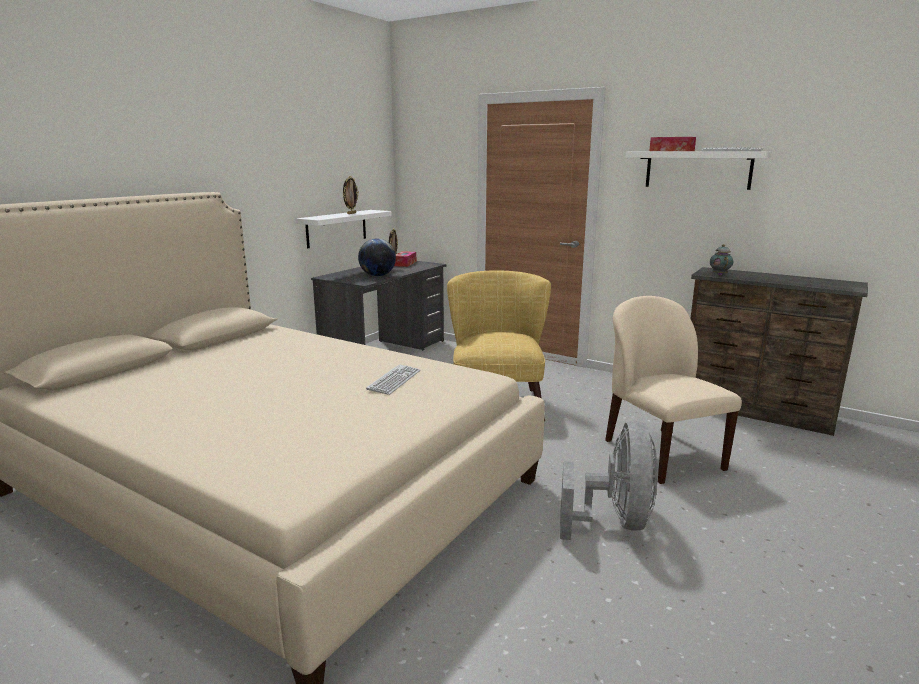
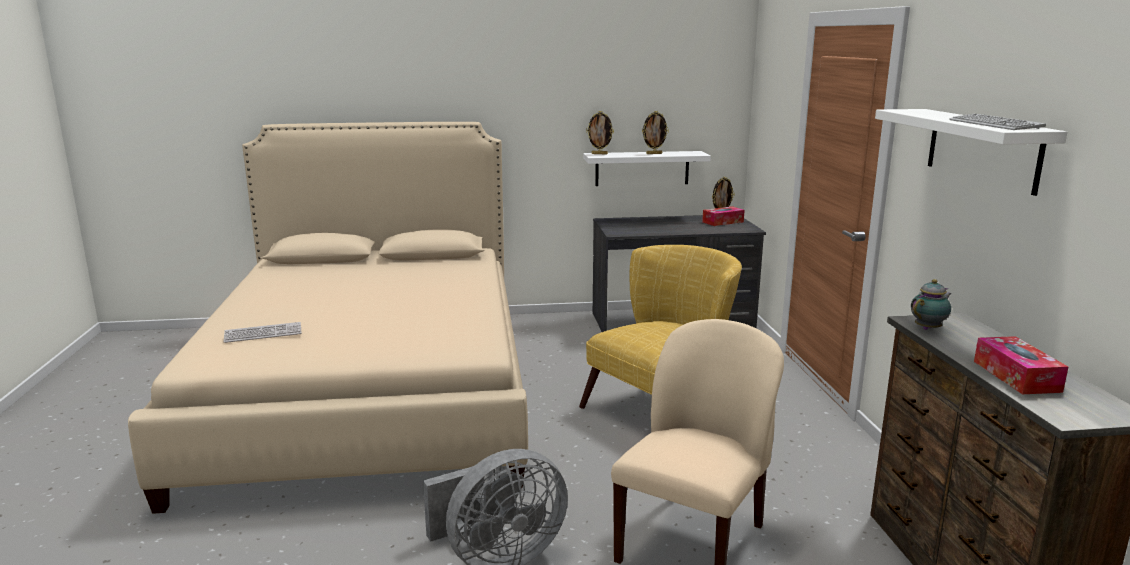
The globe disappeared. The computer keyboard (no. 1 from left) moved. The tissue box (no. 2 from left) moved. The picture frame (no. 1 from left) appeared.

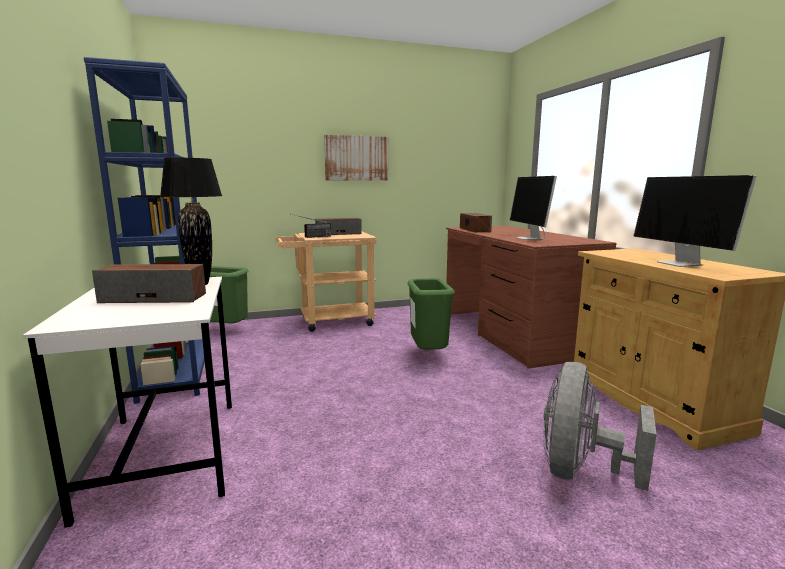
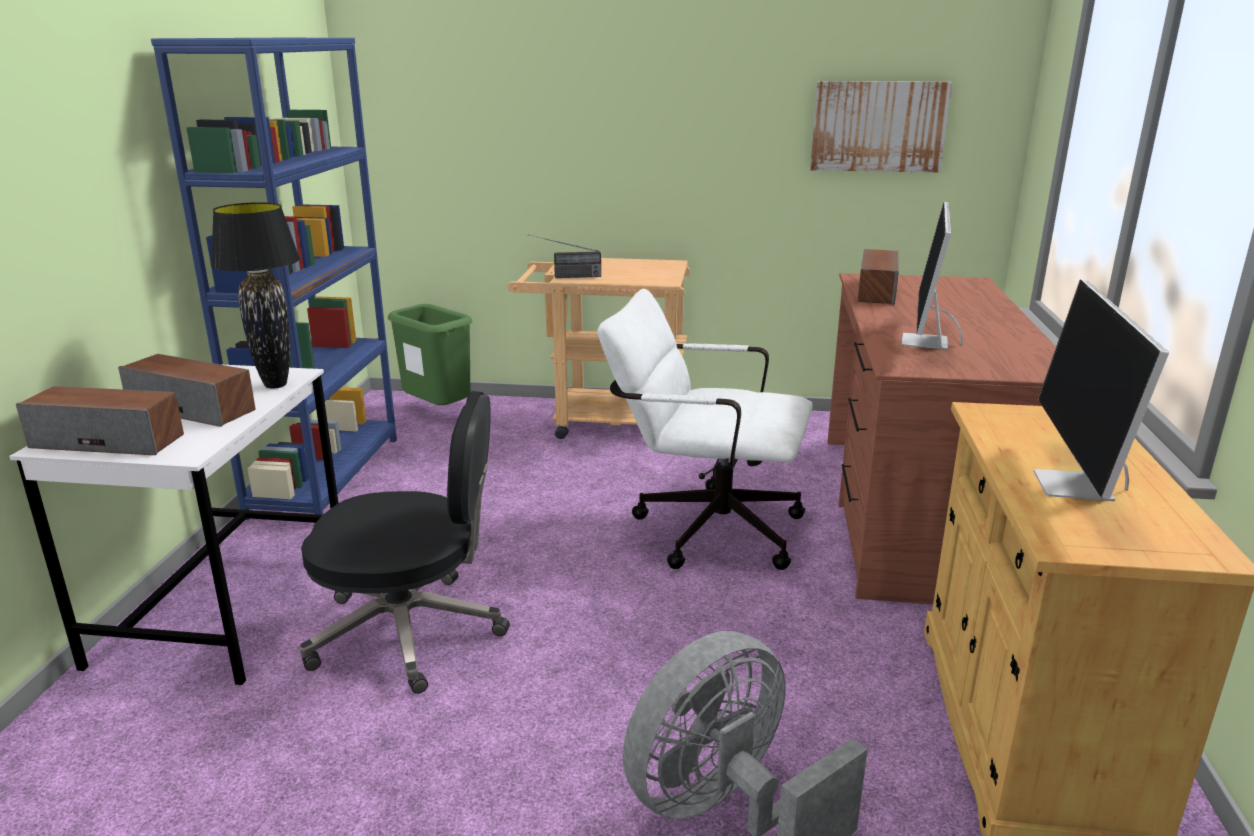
The speaker (no. 2 from left in the first image) moved. The wall art moved. The green trash can (no. 2 from left) was replaced by the white computer chair. The blackish computer chair appeared.

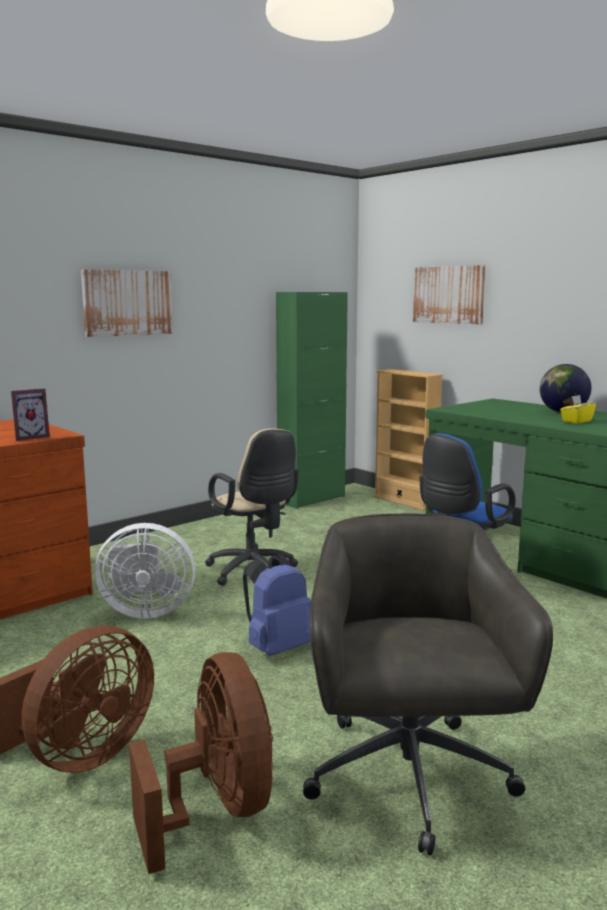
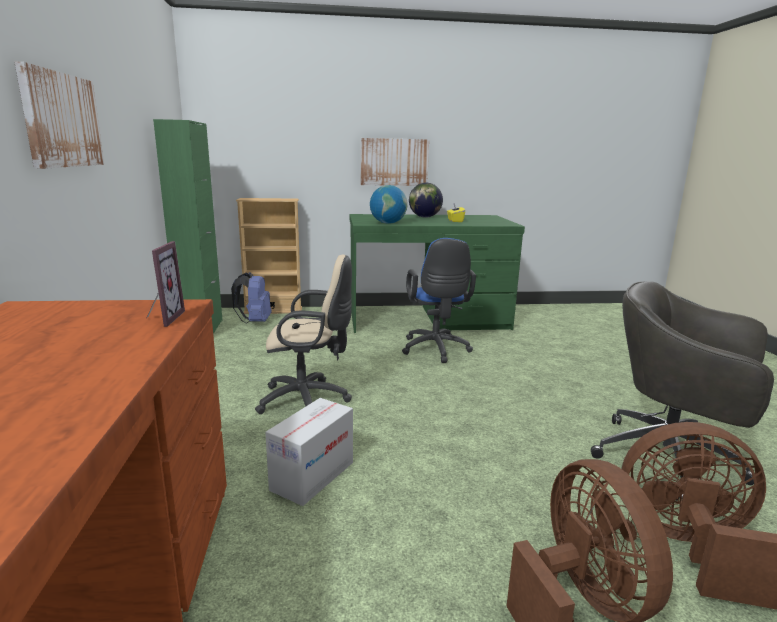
The white cooling fan was replaced by the cardboard box. The blue backpack moved. The wall art (no. 2 from left) moved. The globe (no. 1 from left) appeared.

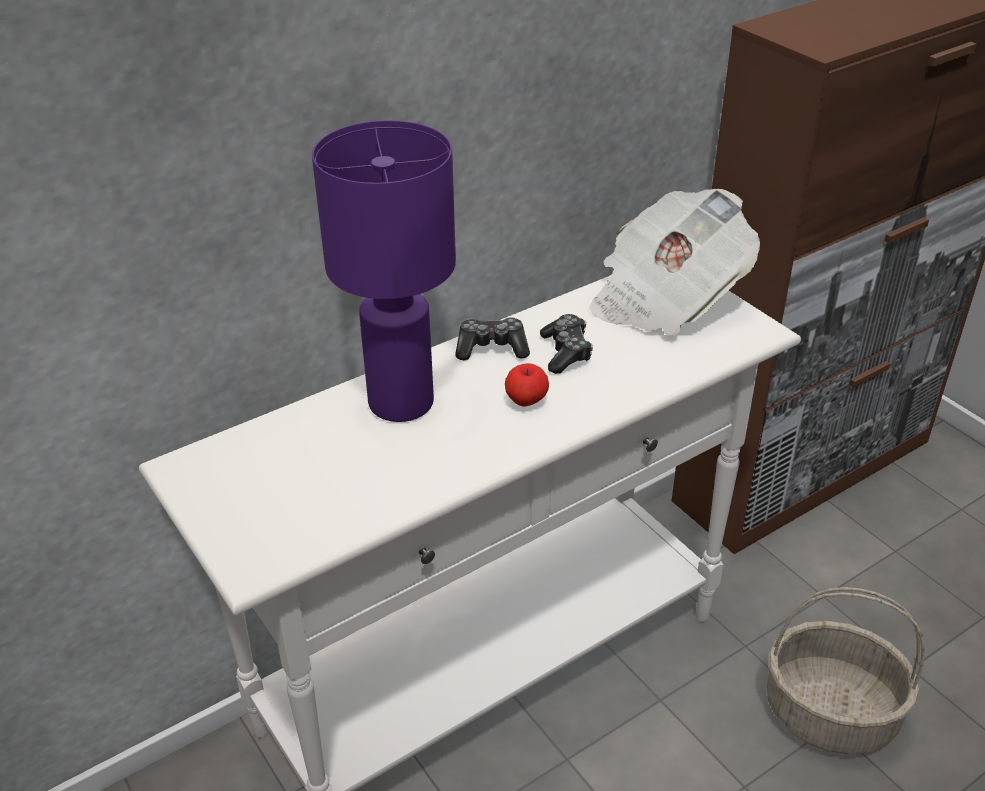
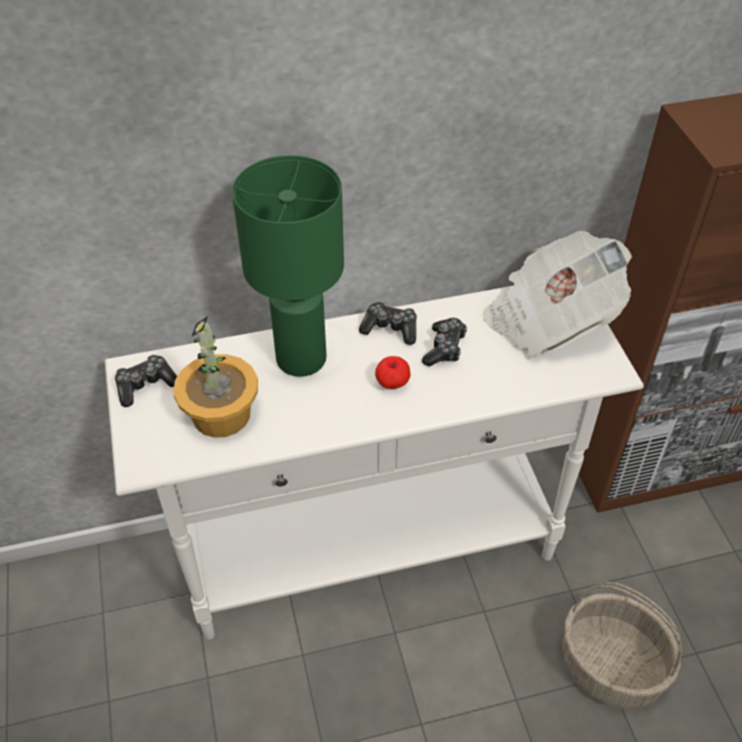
The purple-coloured lamp for a table became the green lamp for a table. The gamepad (no. 1 from left) appeared. The houseplant appeared.

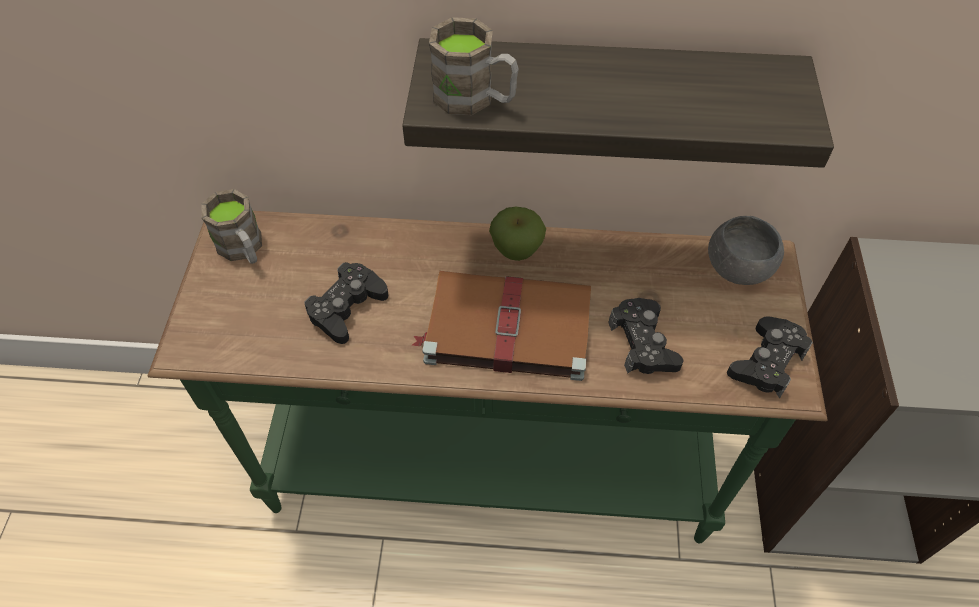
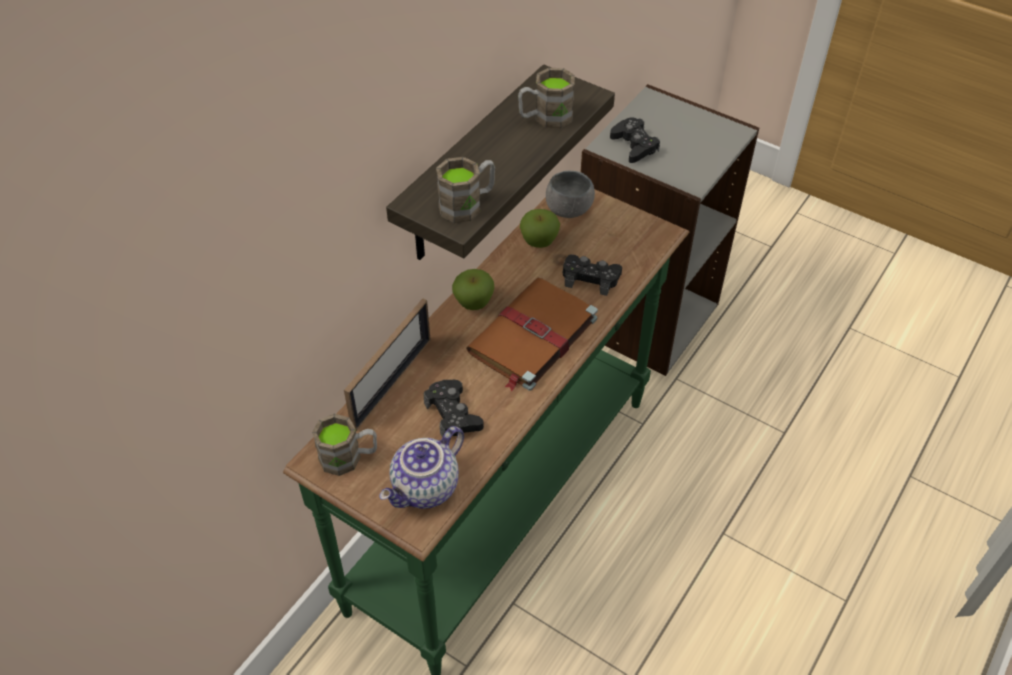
The blackish gamepad (no. 3 from left) moved. The picture frame appeared. The teapot appeared. The brown-coloured tea mug (no. 3 from left) appeared. The whole apple (no. 2 from left) appeared.

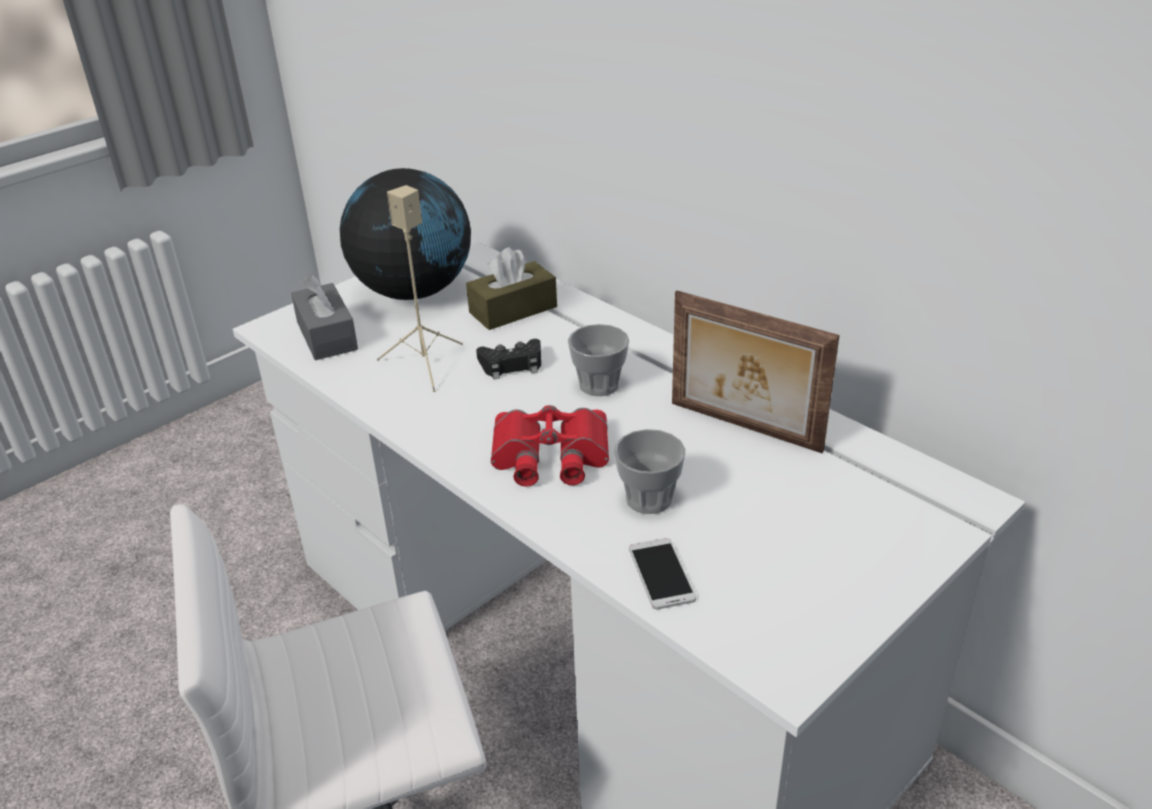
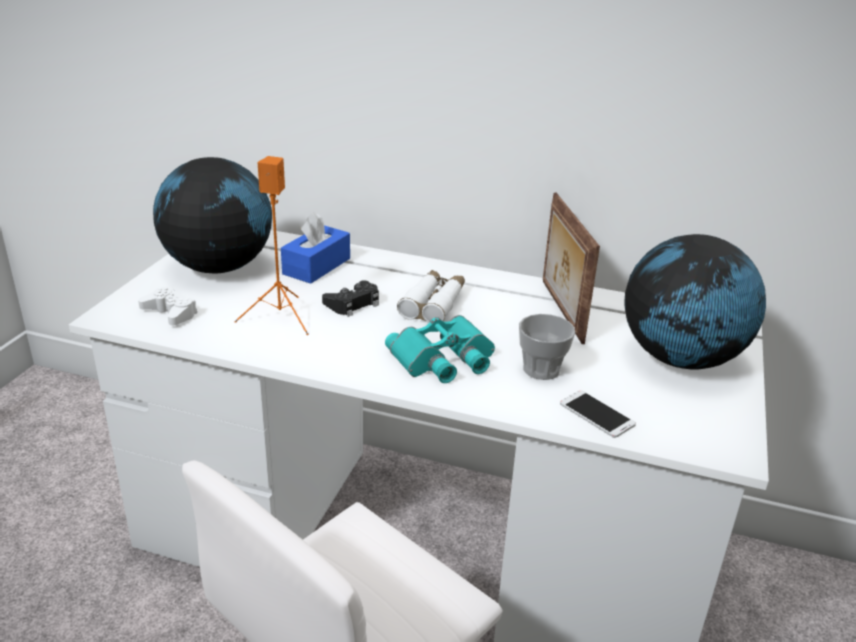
The grey tissue box was replaced by the white gamepad. The beige-coloured speaker became the orange speaker. The brown-coloured tissue box became the blue tissue box. The red field glasses became the turquoise-coloured field glasses. The small cup (no. 1 from left) was replaced by the white field glasses. The picture frame turned 75 degrees clockwise. The globe (no. 2 from left) appeared.

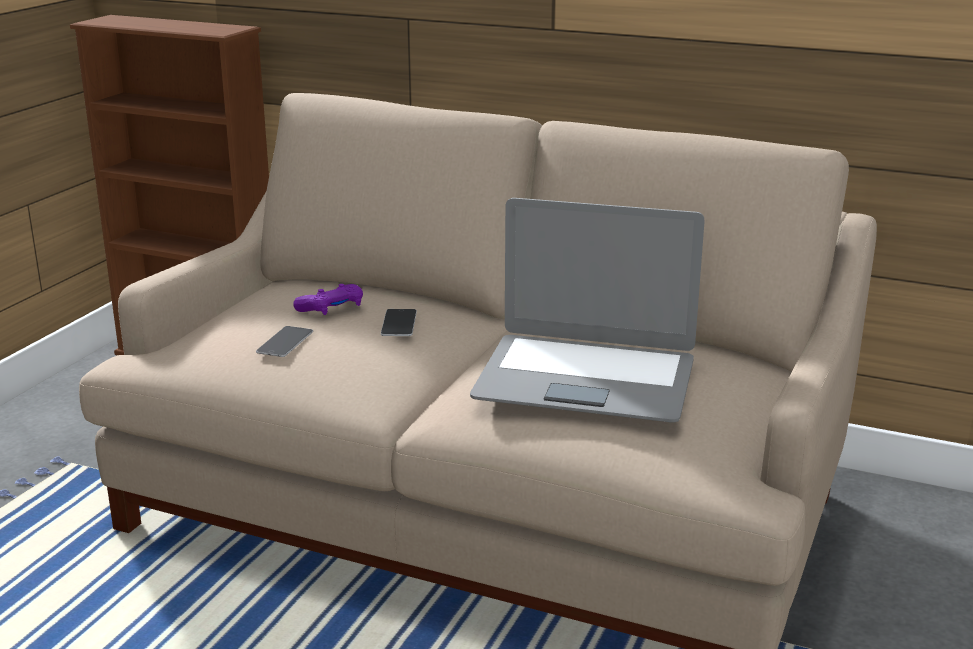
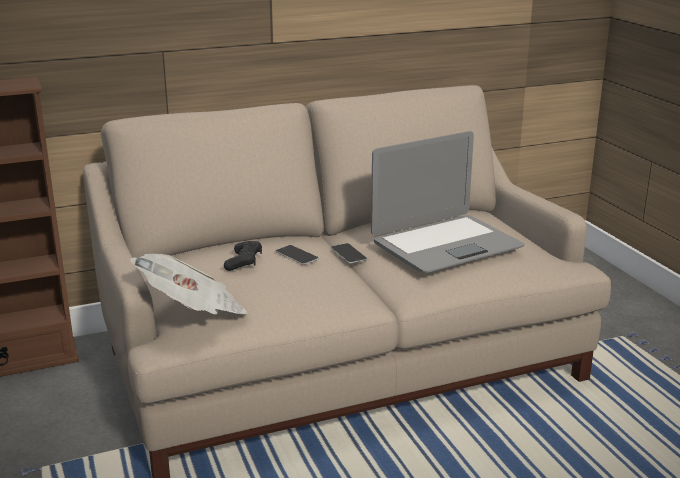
The handset (no. 1 from left in the first image) moved. The purple-coloured gamepad became the blackish gamepad. The daily paper appeared.

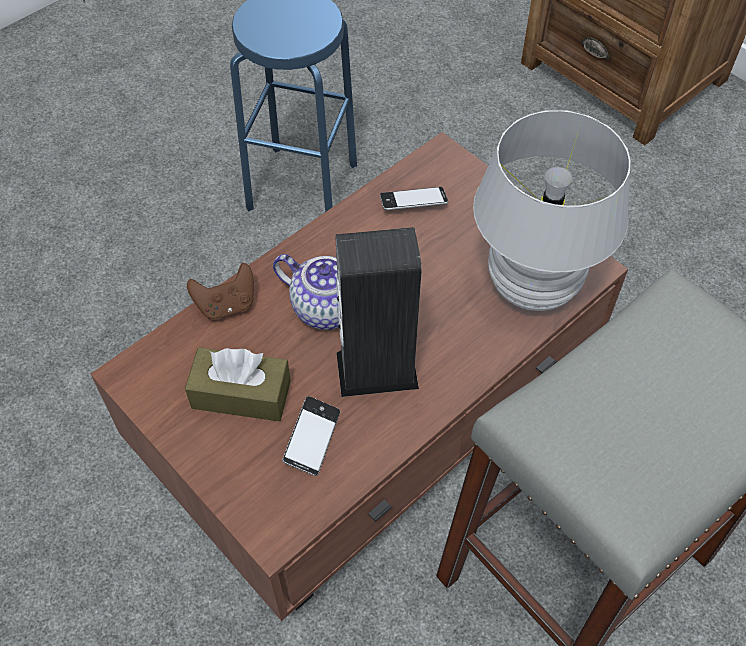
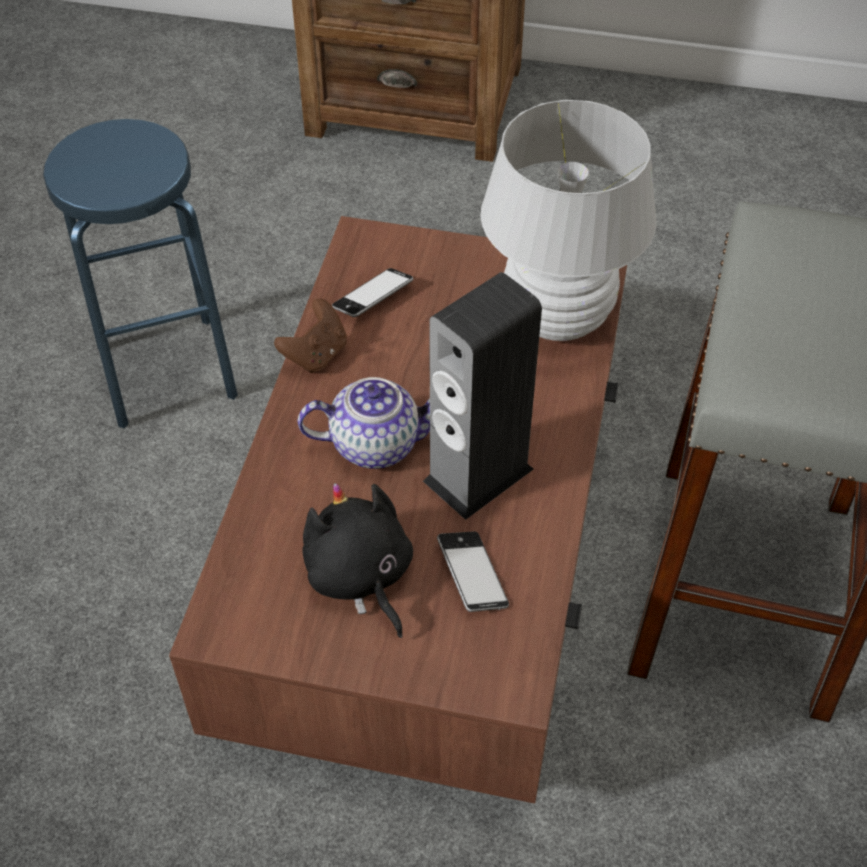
The brown-coloured tissue box was replaced by the blackish soft toy. The brown-coloured gamepad moved.

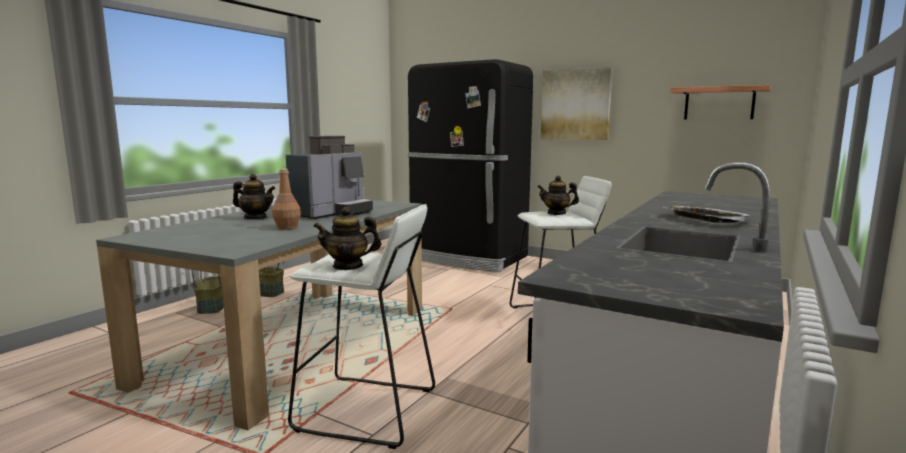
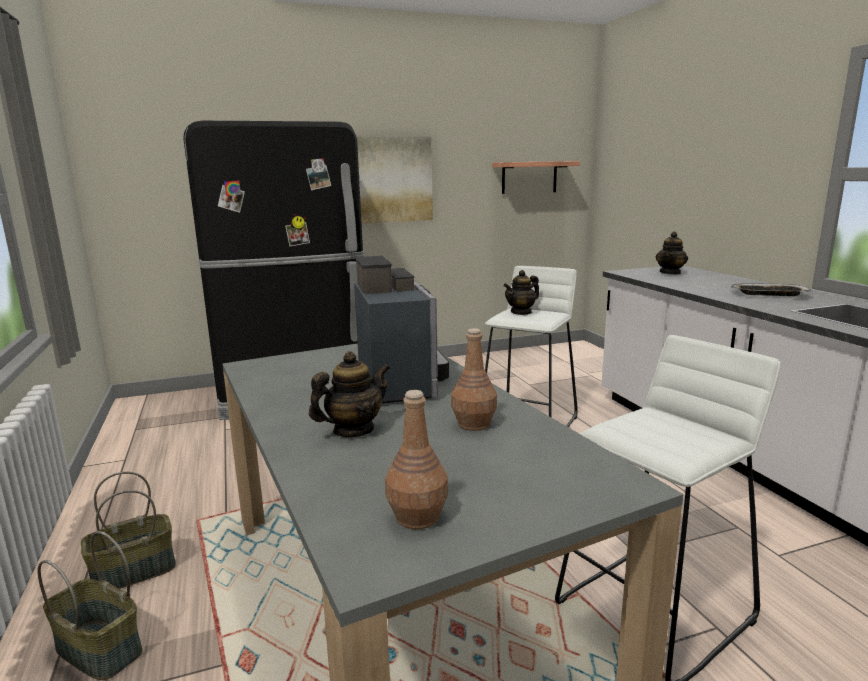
The teapot (no. 2 from left in the first image) moved. The brown-coloured bottle (no. 1 from left) appeared.

